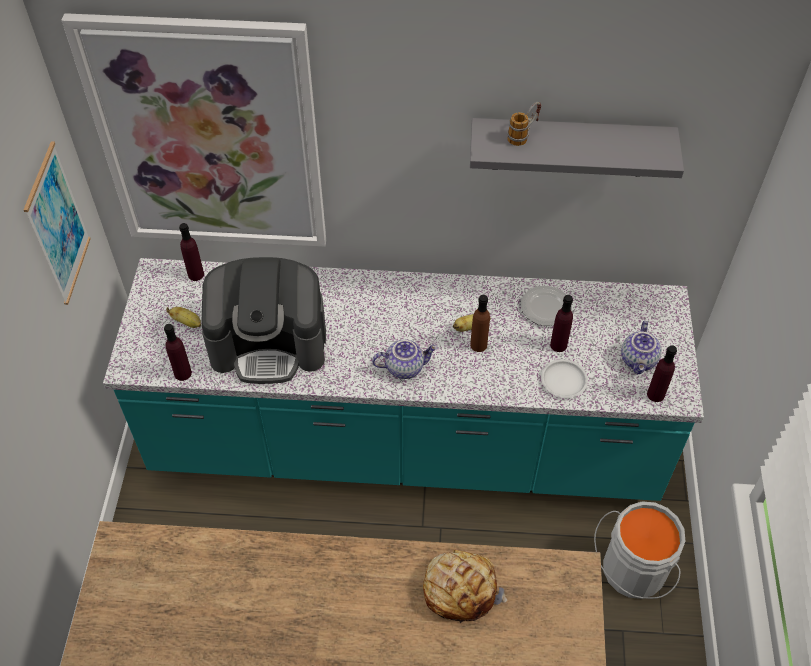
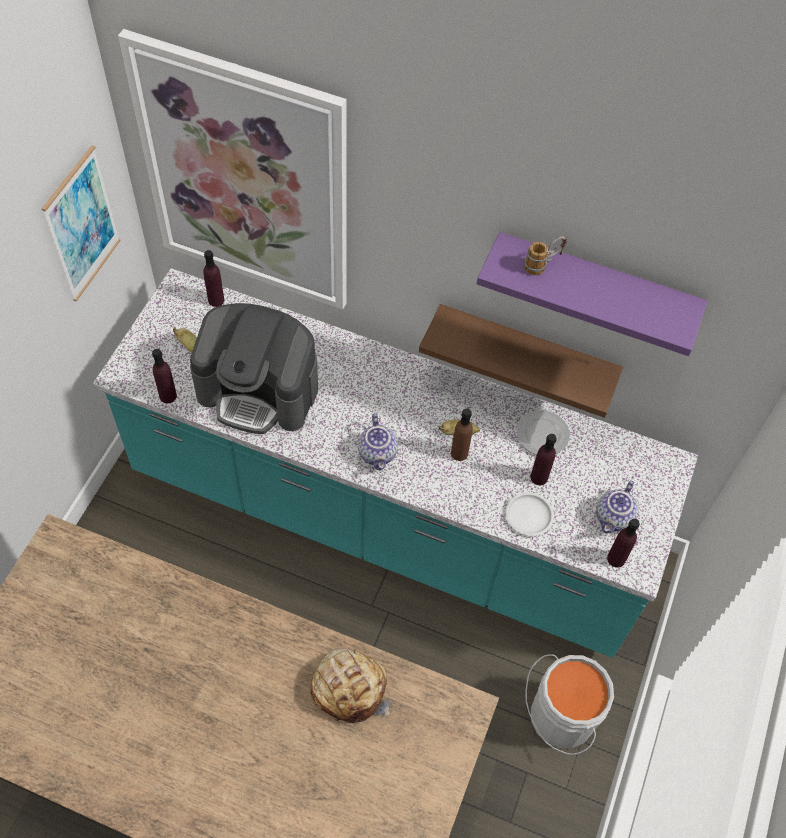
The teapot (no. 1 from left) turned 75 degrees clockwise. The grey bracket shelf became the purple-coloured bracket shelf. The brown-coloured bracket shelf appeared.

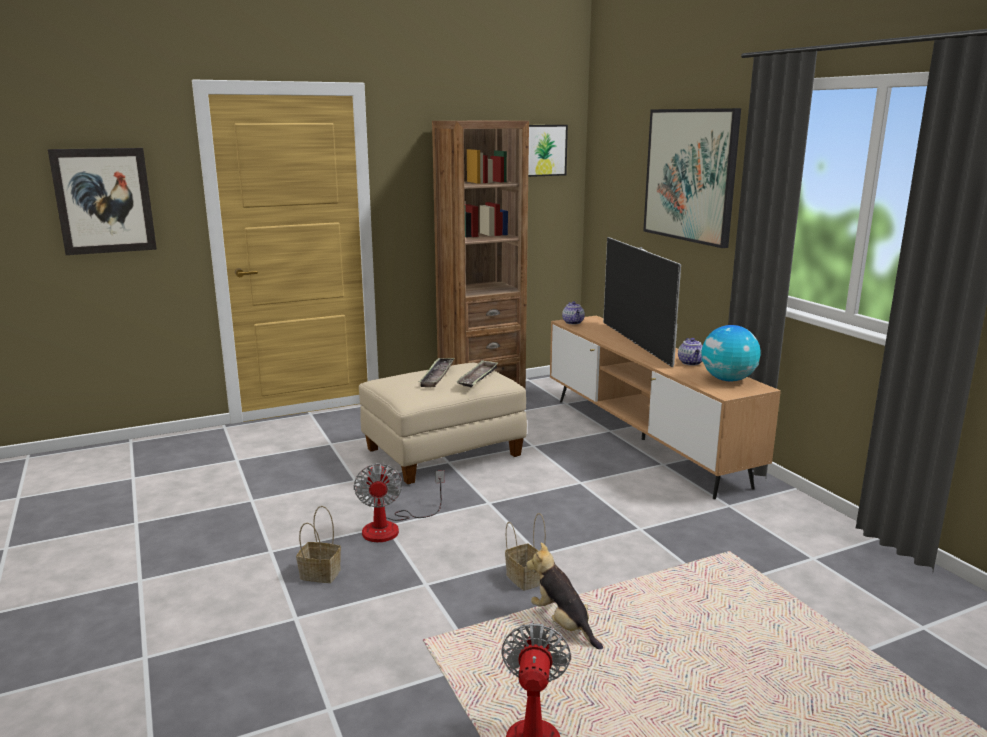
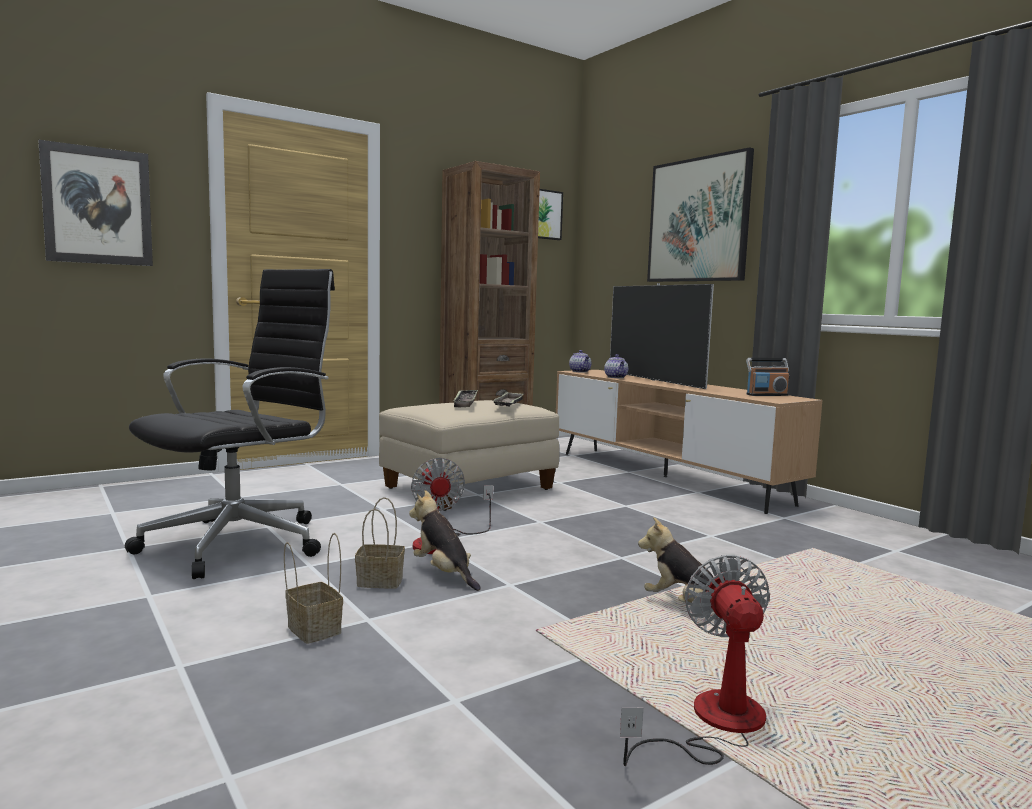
The storage basket (no. 2 from left in the first image) moved. The teapot (no. 2 from left) moved. The globe was replaced by the radio. The blackish computer chair appeared. The soft toy (no. 1 from left) appeared.

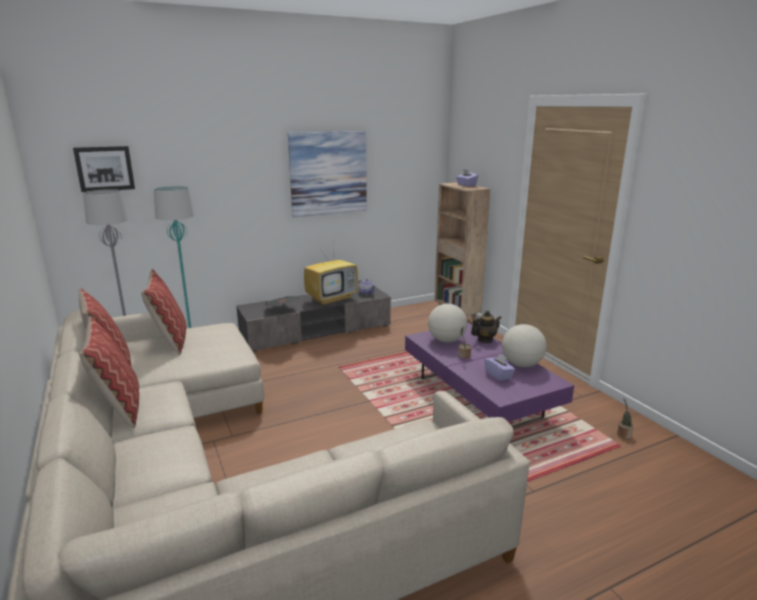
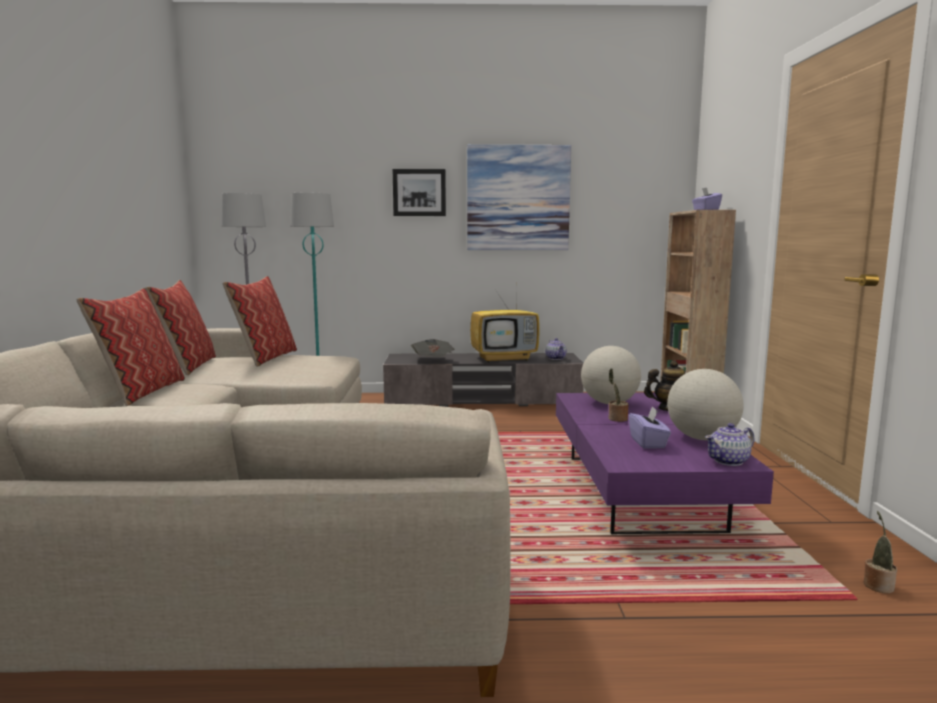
The wall art (no. 1 from left) moved. The teapot (no. 3 from left) appeared.

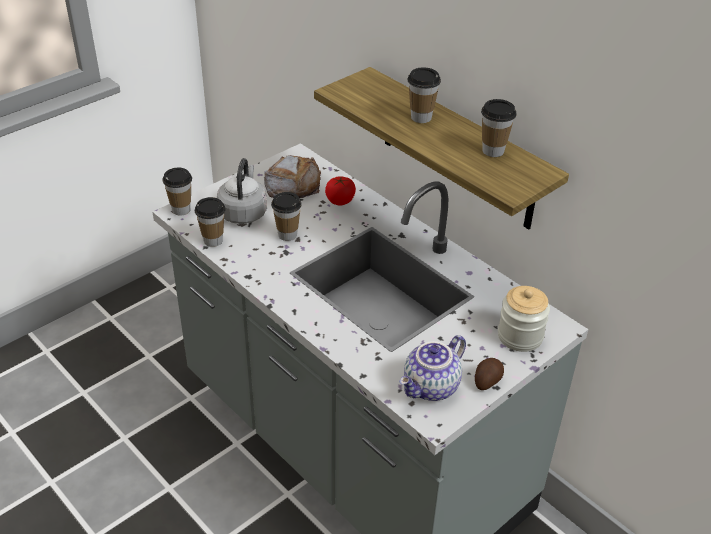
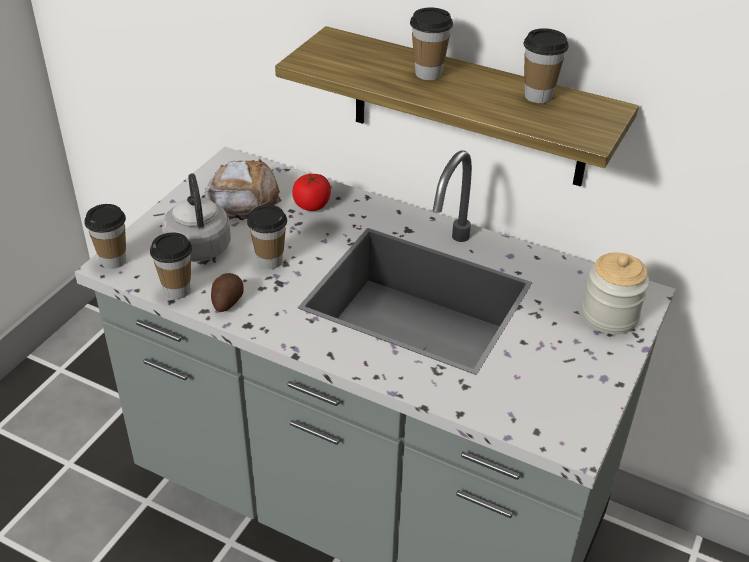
The teapot disappeared. The potato moved.

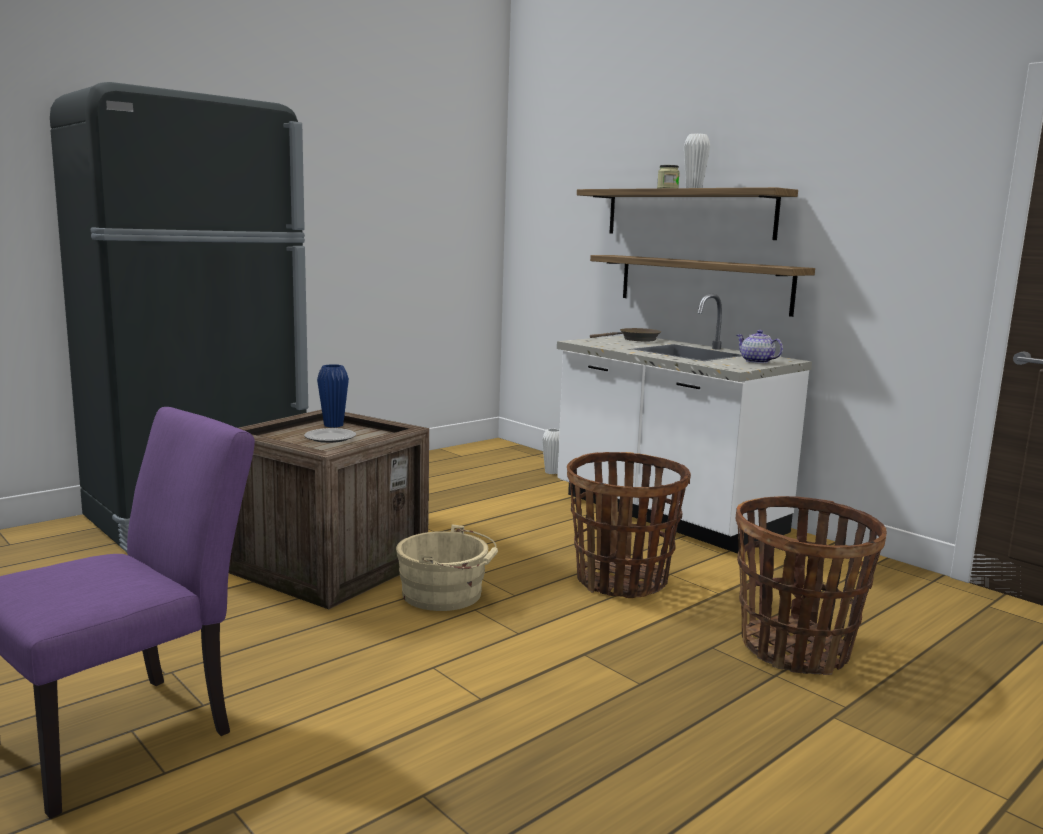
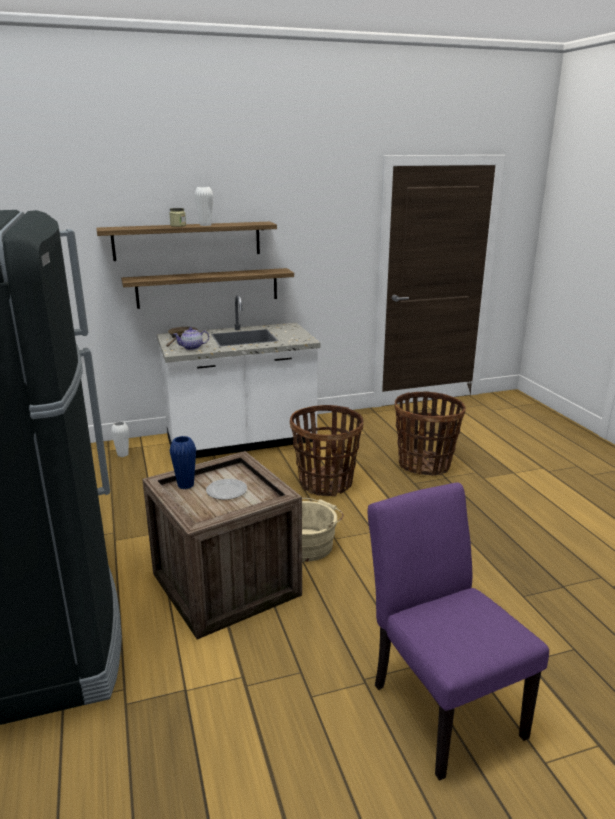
The teapot moved.

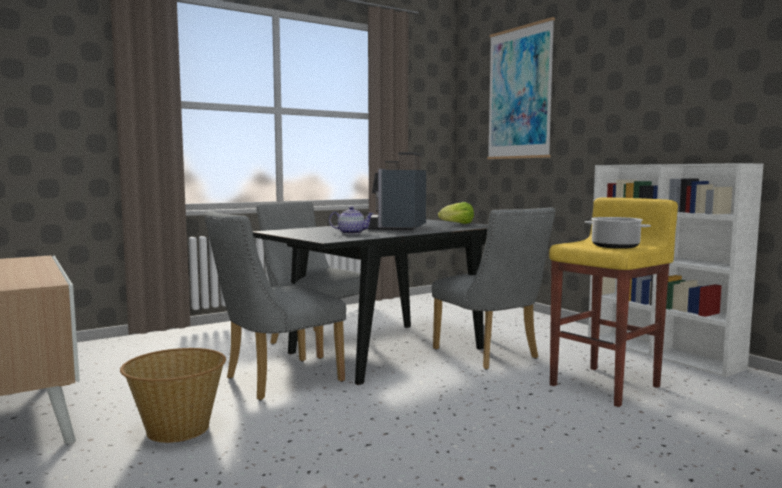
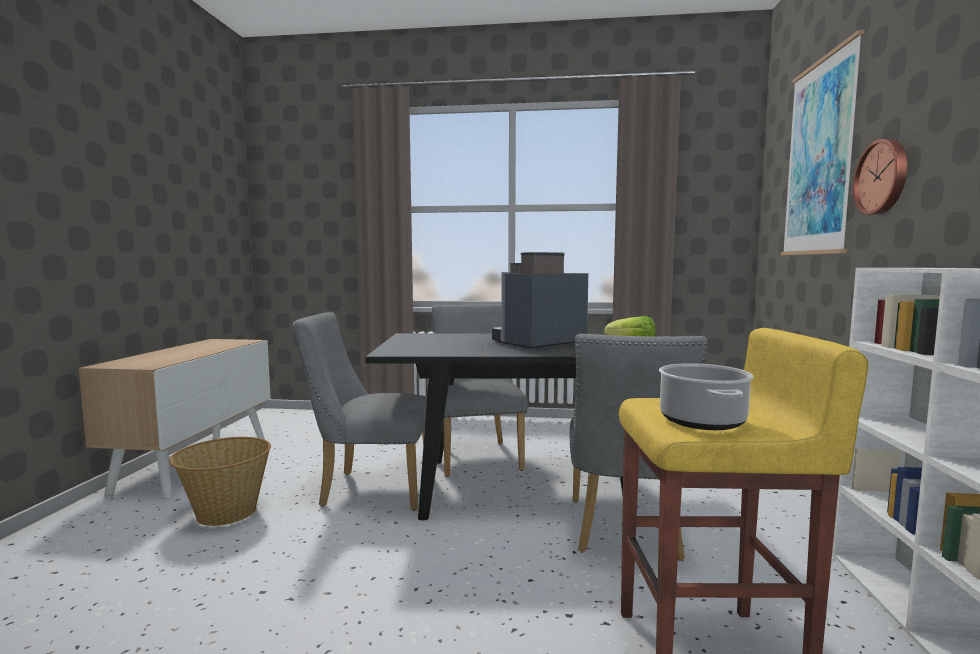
The teapot disappeared. The clock on the wall appeared.

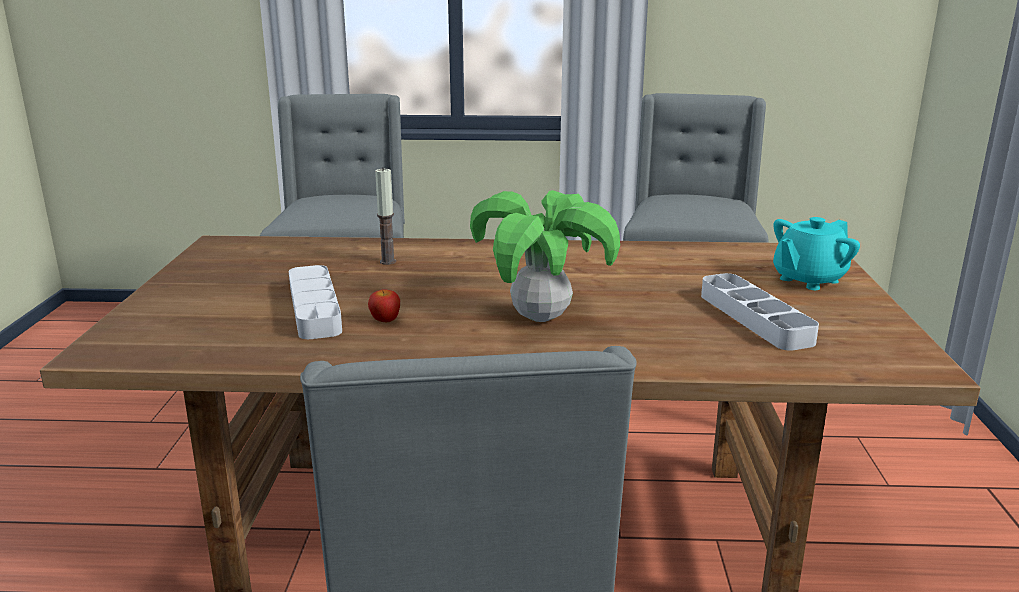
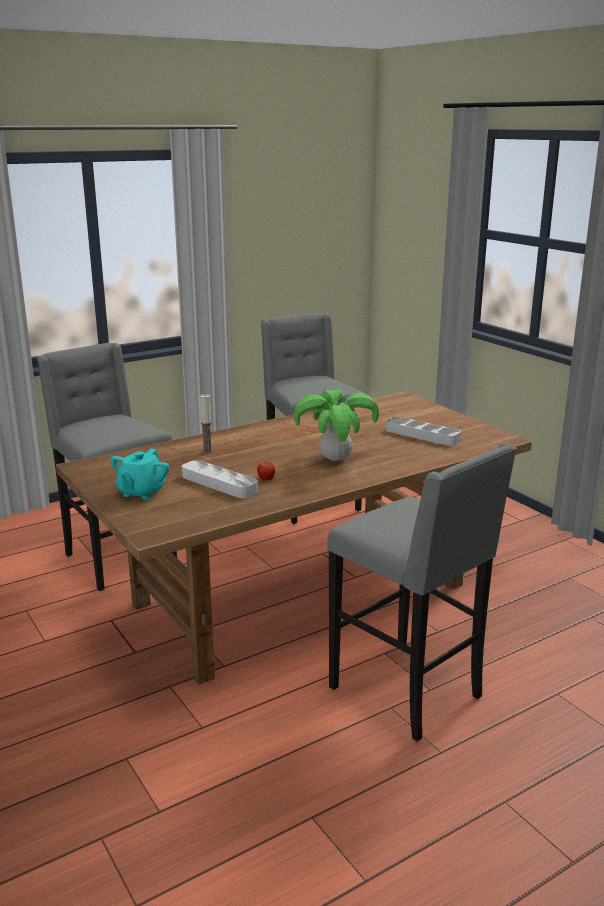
The turquoise-coloured teapot moved.

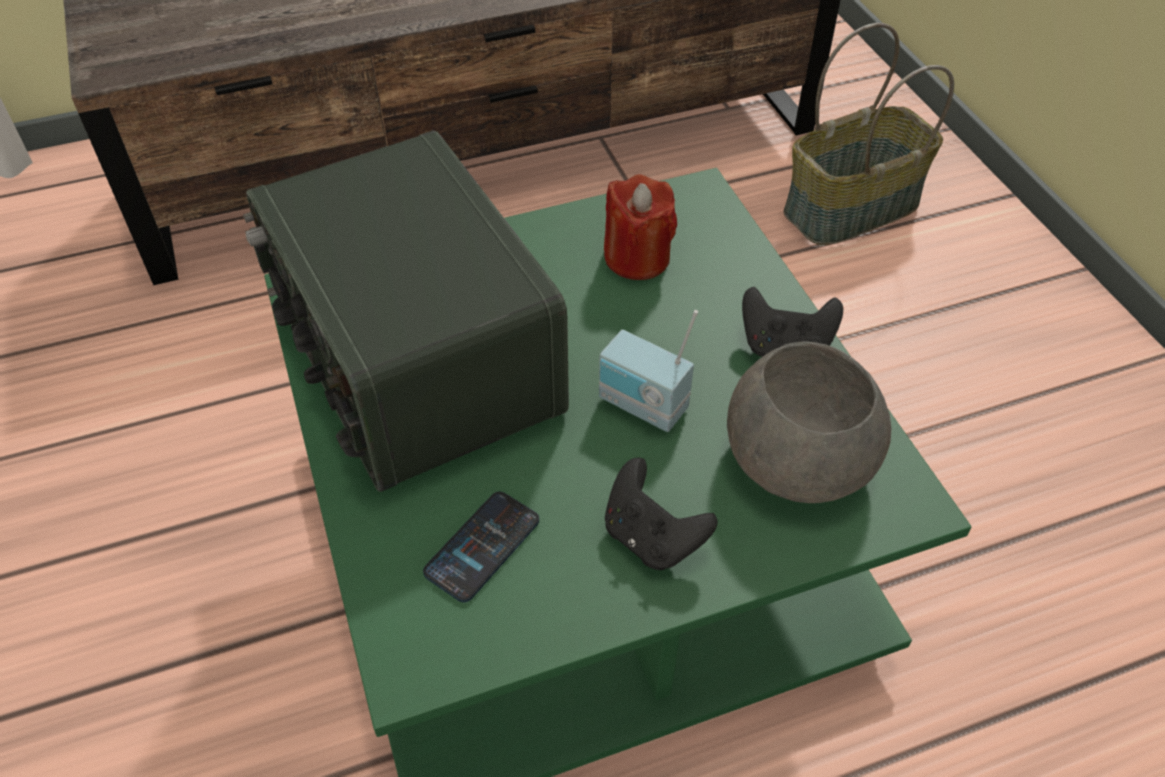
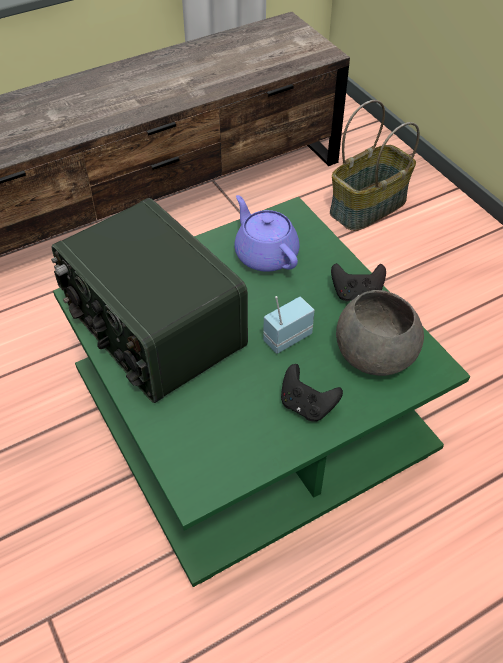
The handset disappeared. The radio (no. 2 from left) turned 120 degrees clockwise. The red wax light was replaced by the purple-coloured teapot.

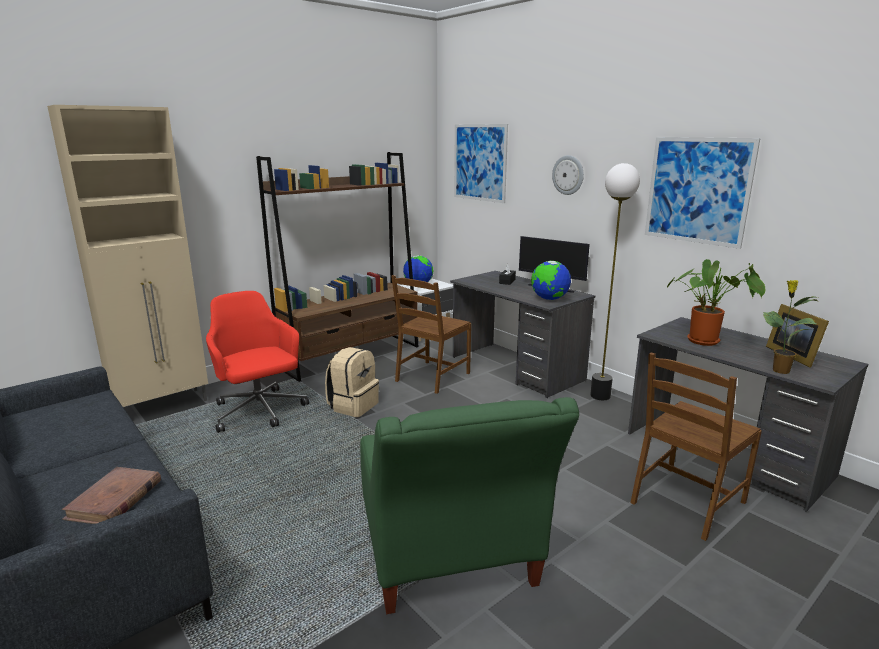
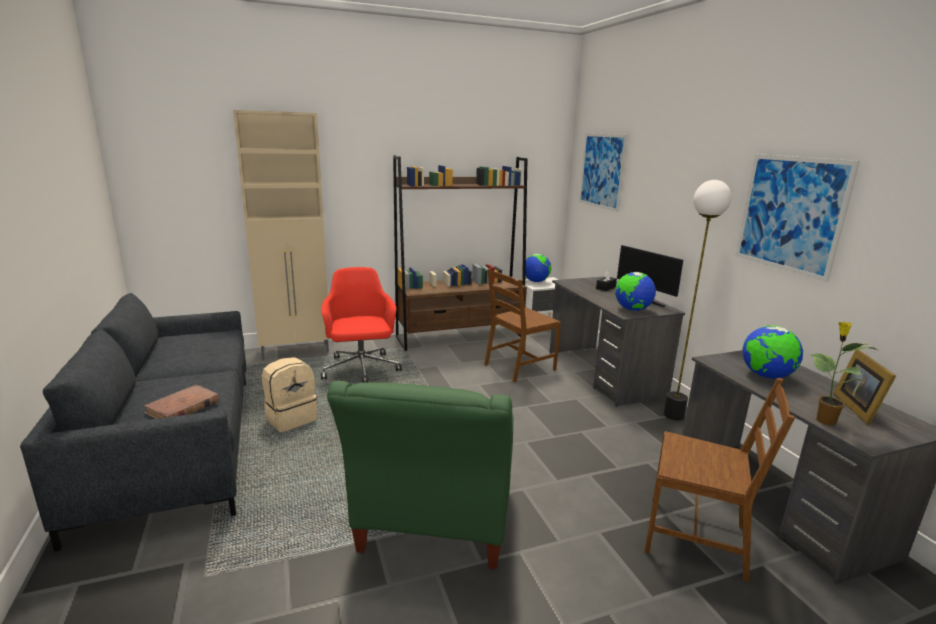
The beige-coloured backpack moved. The clock on the wall disappeared. The brown-coloured chair (no. 2 from left) turned 135 degrees counterclockwise. The houseplant (no. 1 from left) was replaced by the globe (no. 3 from left).

